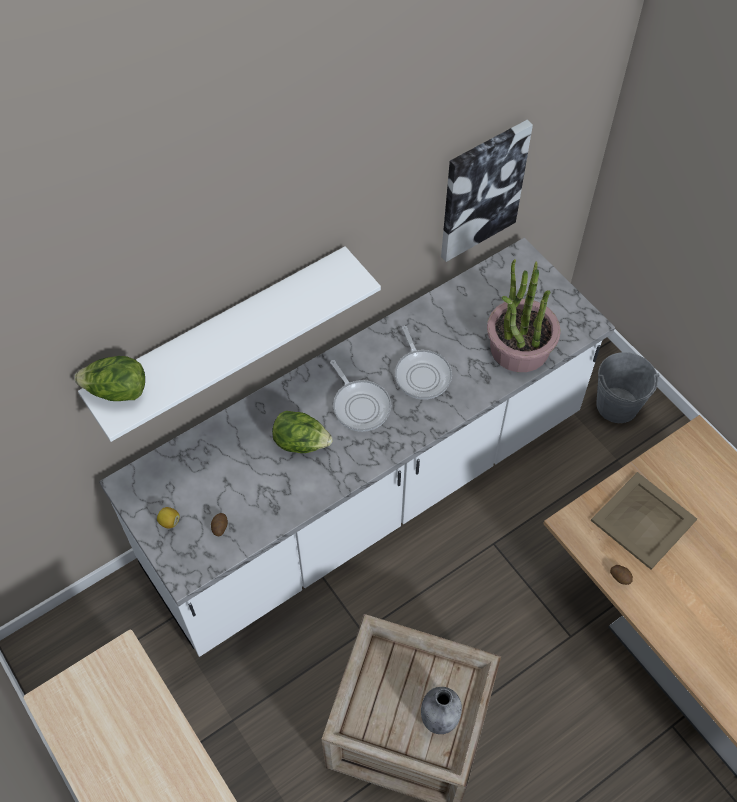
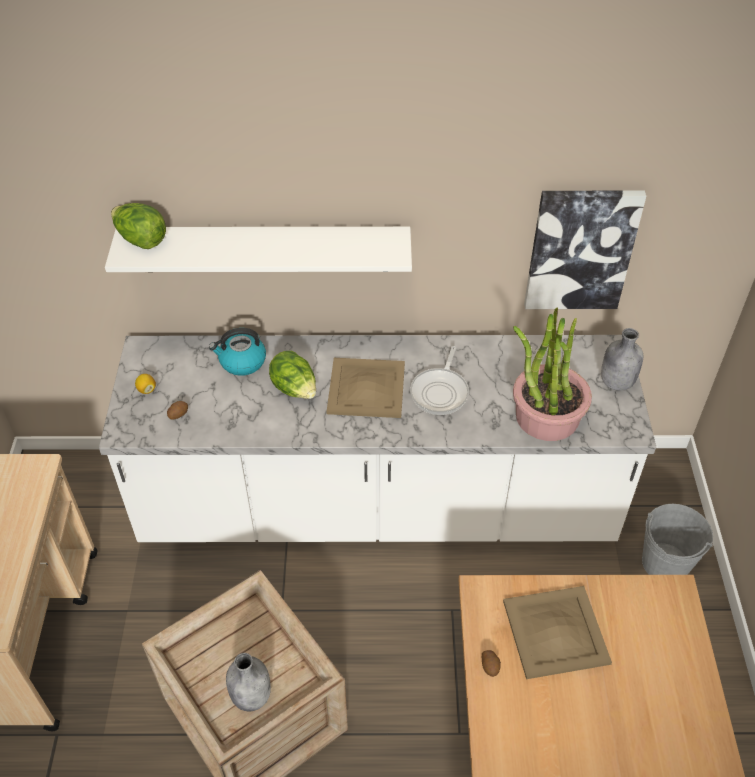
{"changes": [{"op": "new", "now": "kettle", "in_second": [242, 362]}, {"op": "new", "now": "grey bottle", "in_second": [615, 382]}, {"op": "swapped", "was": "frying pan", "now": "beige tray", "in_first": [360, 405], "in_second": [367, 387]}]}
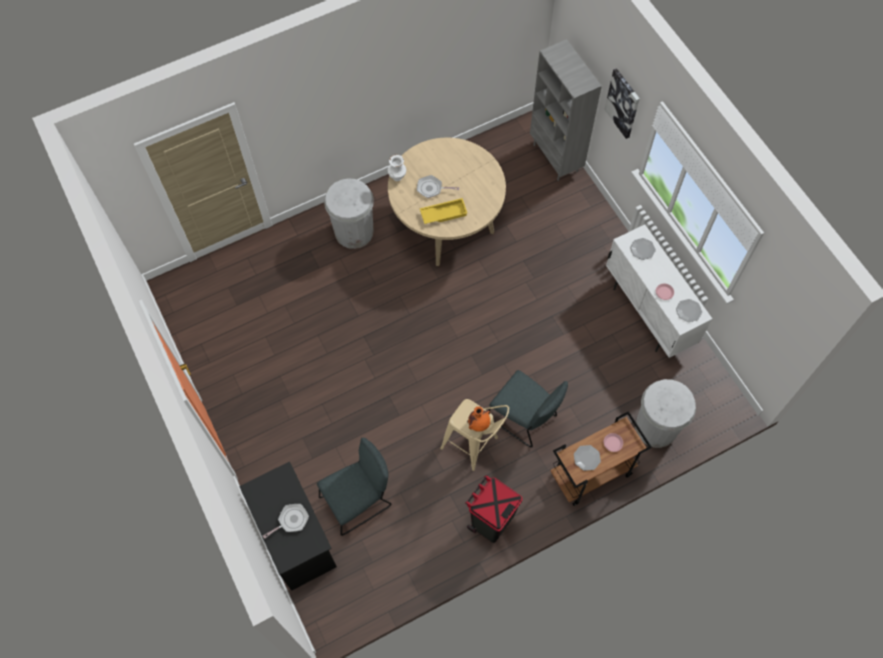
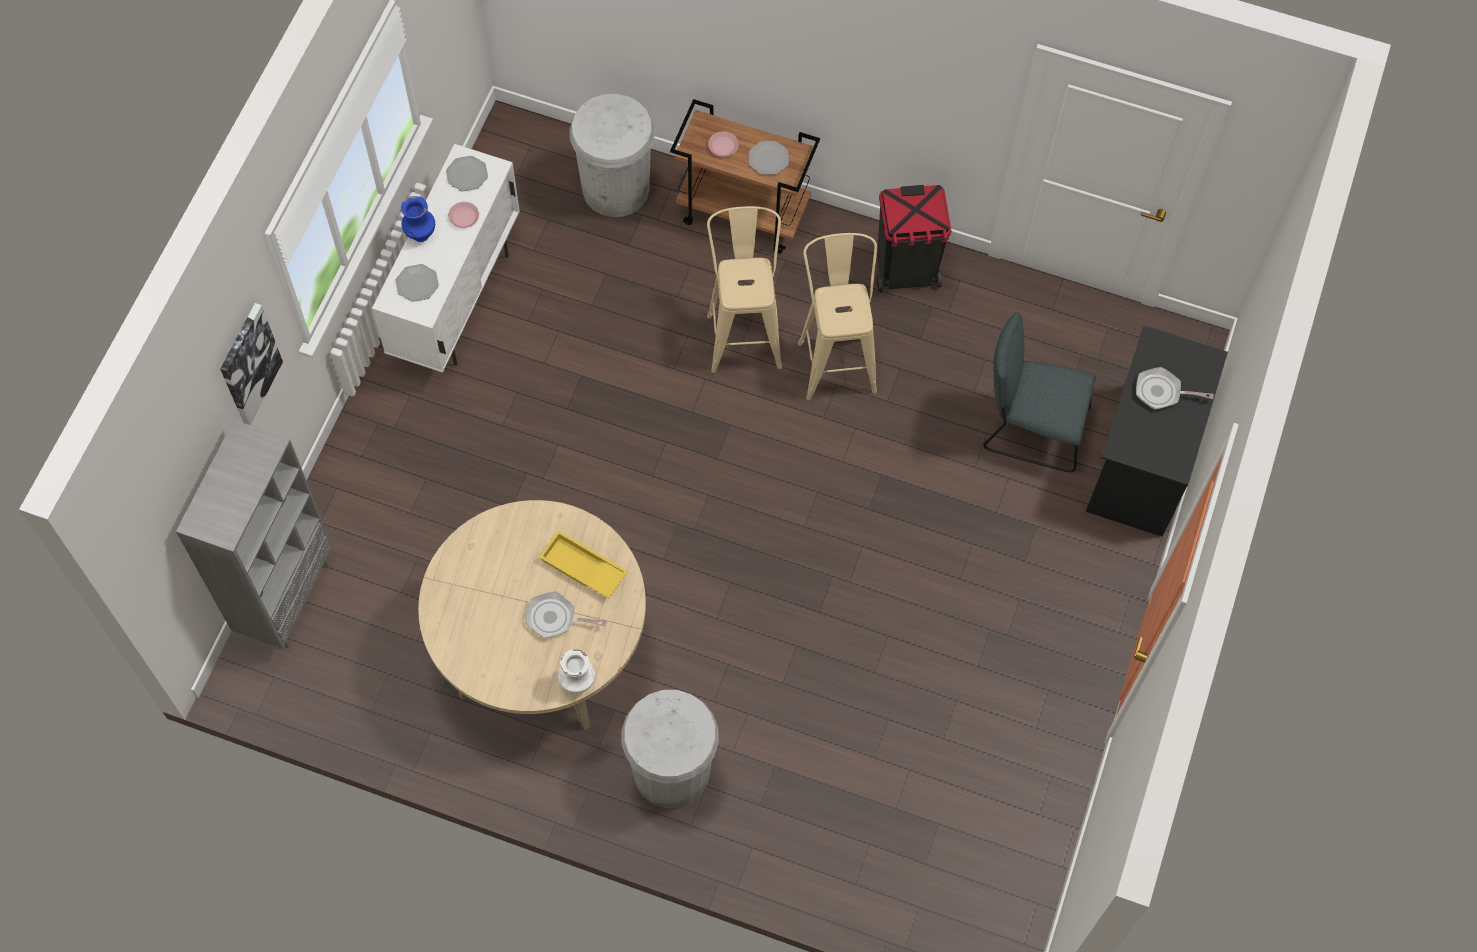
{"changes": [{"op": "gone", "was": "orange vase", "in_first": [479, 423]}, {"op": "new", "now": "blue vase", "in_second": [420, 235]}, {"op": "swapped", "was": "grey chair", "now": "beige stool", "in_first": [524, 418], "in_second": [744, 333]}, {"op": "rotated", "was": "frying pan", "in_first": [432, 188], "in_second": [555, 618], "clockwise": 135}]}
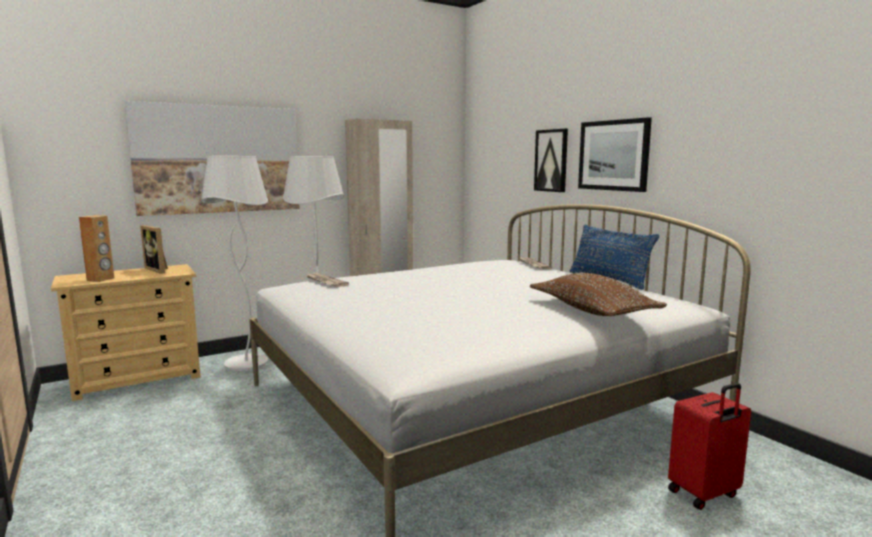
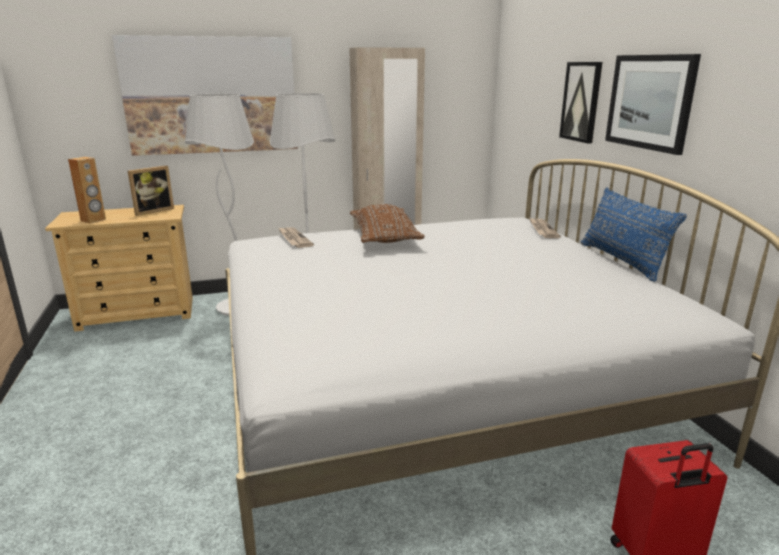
{"changes": [{"op": "shifted", "was": "brown pillow", "in_first": [592, 311], "in_second": [384, 237]}, {"op": "rotated", "was": "picture frame", "in_first": [159, 270], "in_second": [152, 211], "clockwise": -105}]}
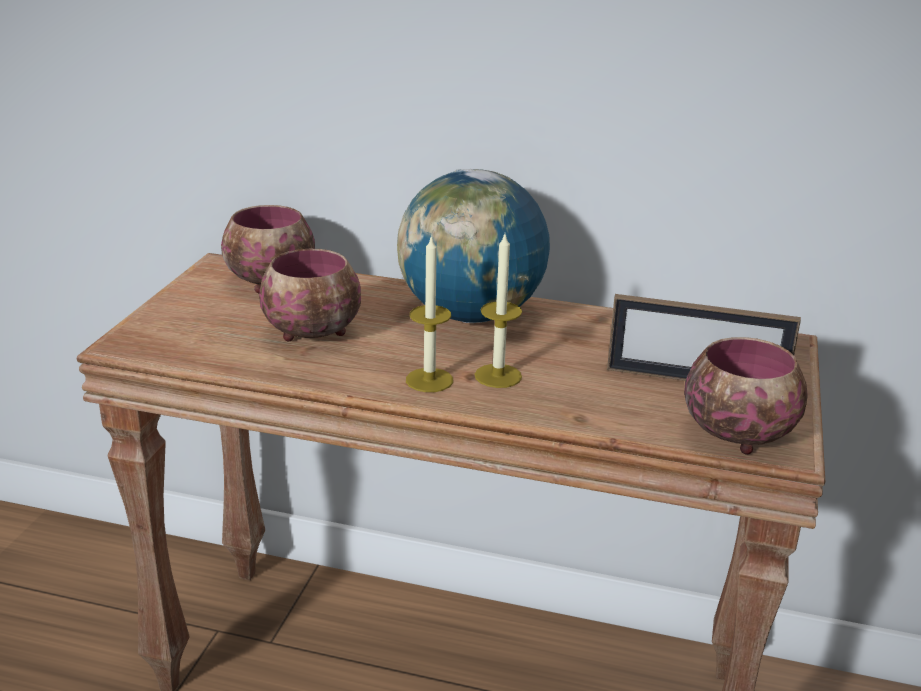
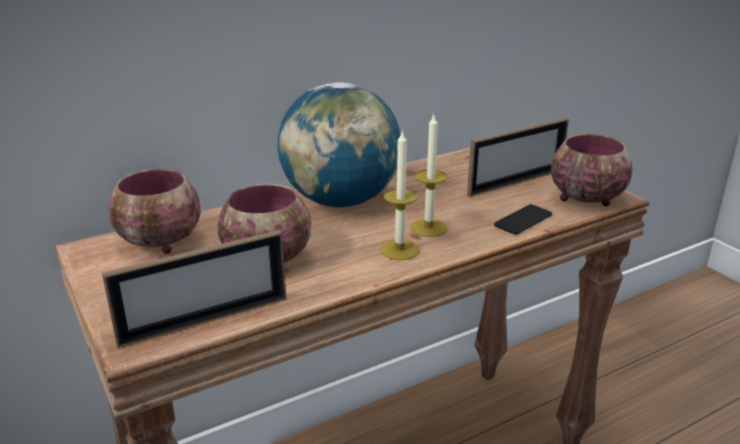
{"changes": [{"op": "new", "now": "picture frame", "in_second": [205, 320]}, {"op": "new", "now": "phone", "in_second": [523, 220]}]}
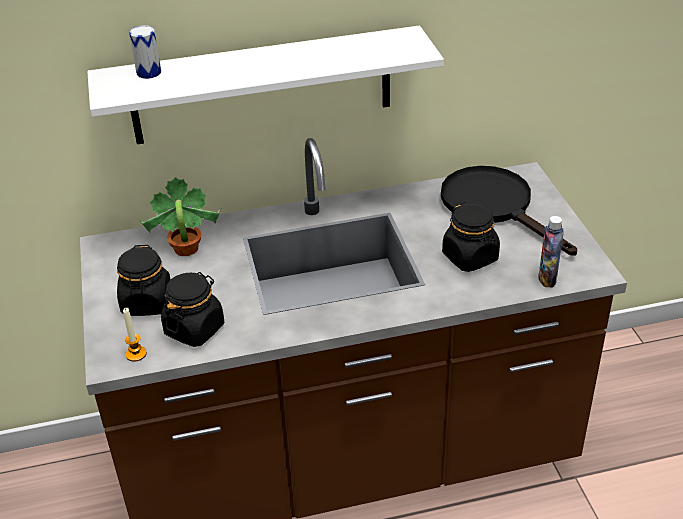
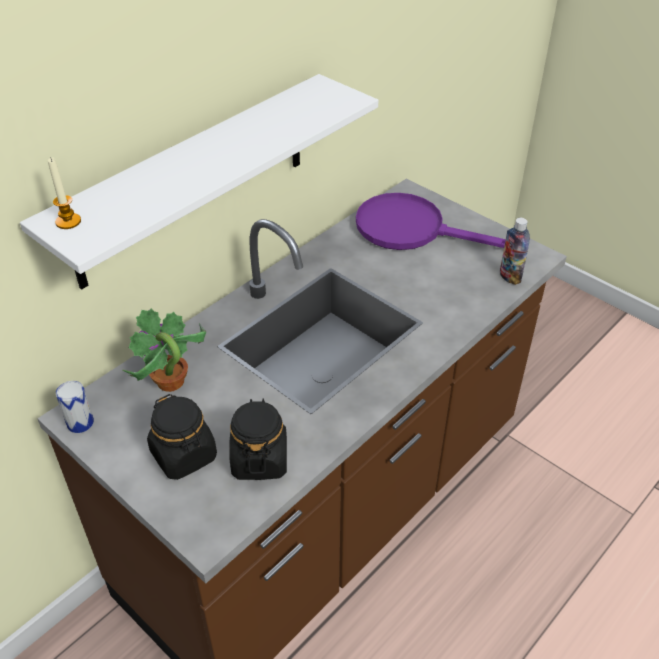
{"changes": [{"op": "gone", "was": "black jar", "in_first": [470, 257]}, {"op": "shifted", "was": "candle", "in_first": [136, 354], "in_second": [68, 221]}, {"op": "shifted", "was": "can", "in_first": [149, 73], "in_second": [80, 423]}, {"op": "repainted", "was": "black frying pan", "now": "purple frying pan", "in_first": [495, 206], "in_second": [412, 229]}]}
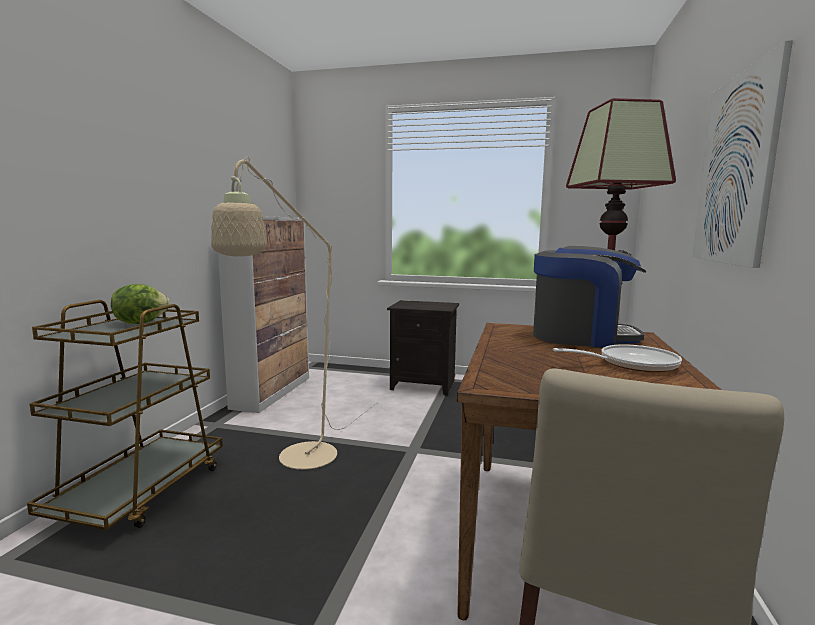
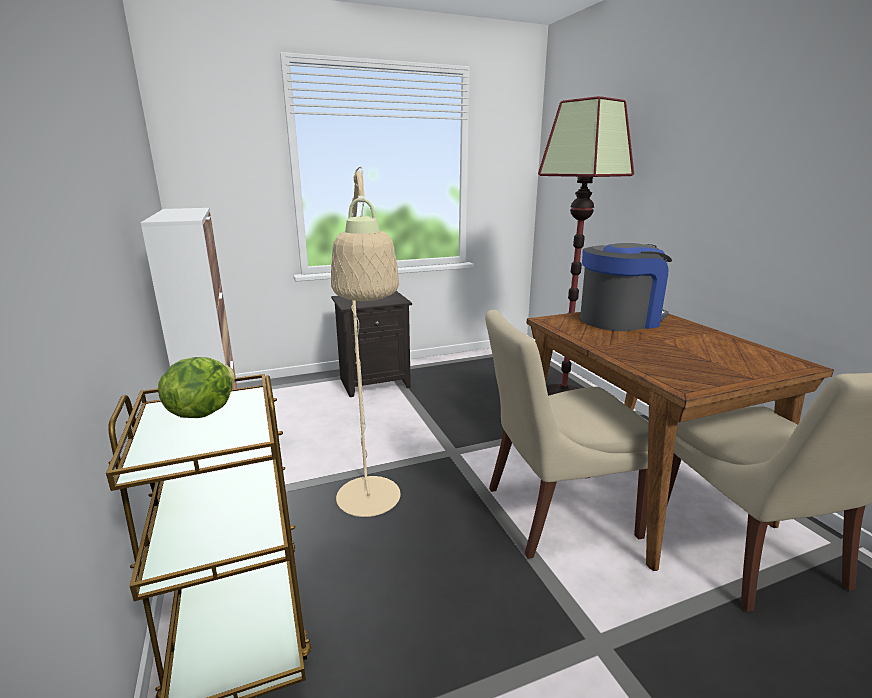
{"changes": [{"op": "gone", "was": "frying pan", "in_first": [631, 364]}, {"op": "gone", "was": "picture", "in_first": [735, 169]}, {"op": "new", "now": "beige chair", "in_second": [555, 512]}]}
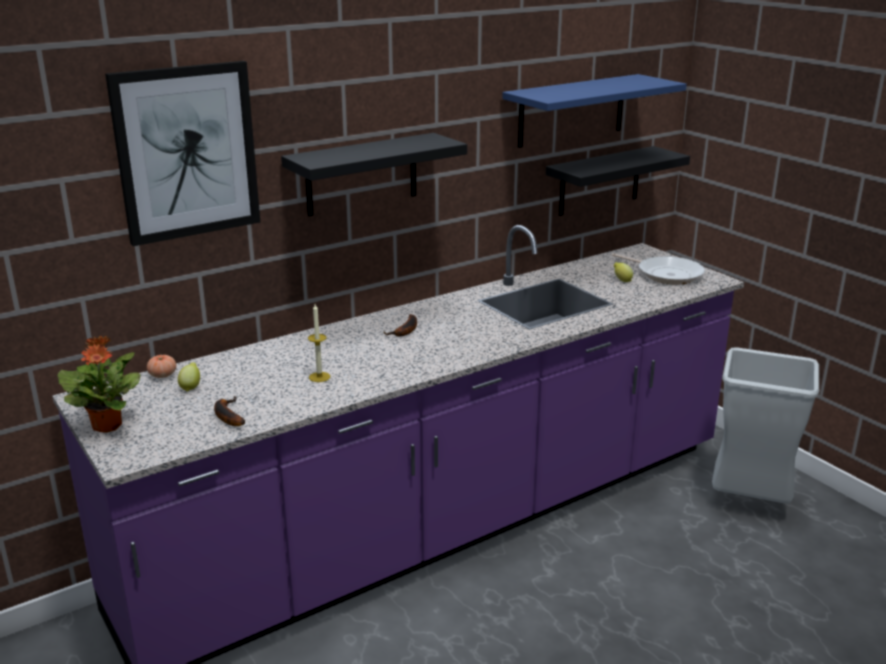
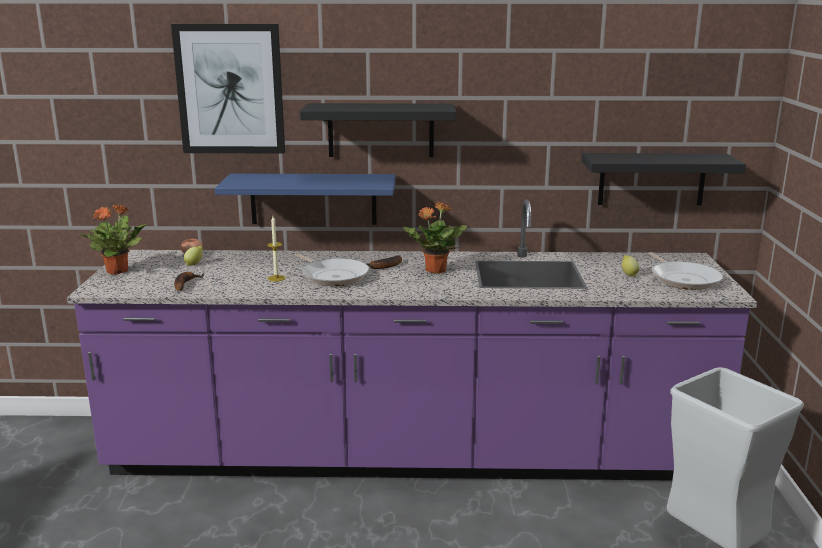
{"changes": [{"op": "new", "now": "frying pan", "in_second": [333, 276]}, {"op": "new", "now": "potted plant", "in_second": [435, 270]}, {"op": "shifted", "was": "blue shelf", "in_first": [572, 110], "in_second": [313, 199]}]}
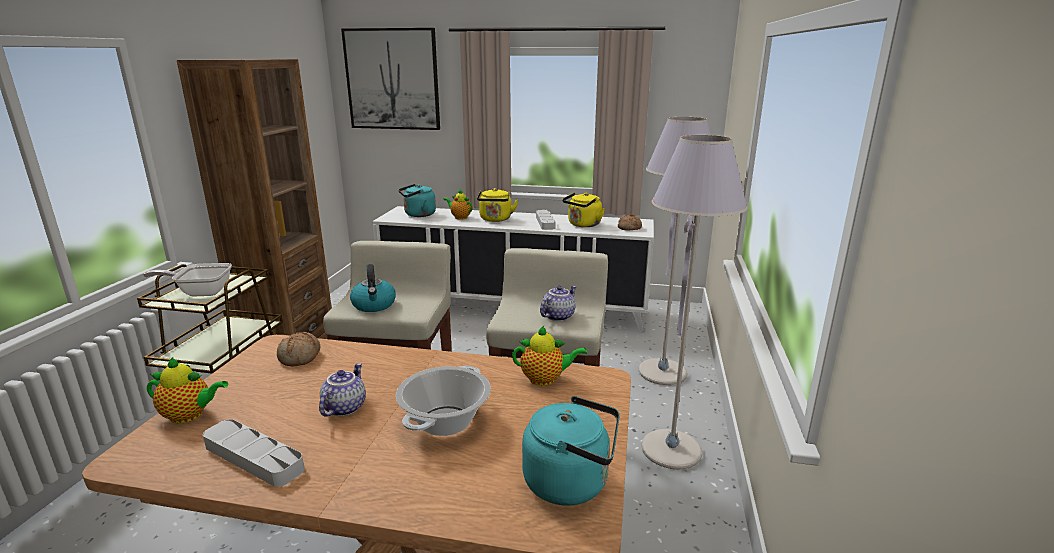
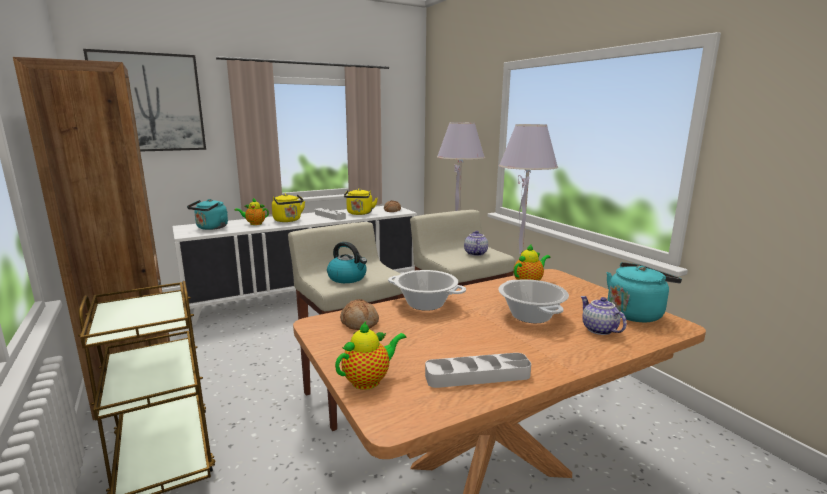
{"changes": [{"op": "gone", "was": "frying pan", "in_first": [201, 292]}, {"op": "new", "now": "cooking pot", "in_second": [425, 303]}, {"op": "shifted", "was": "teapot", "in_first": [344, 407], "in_second": [598, 330]}]}
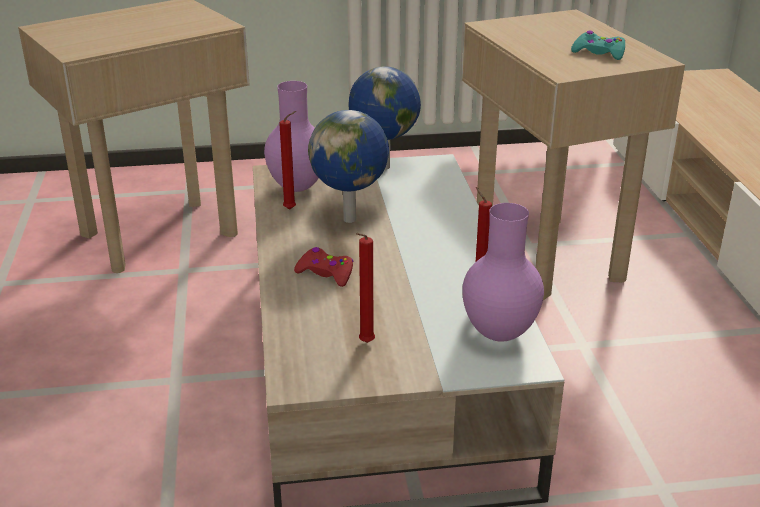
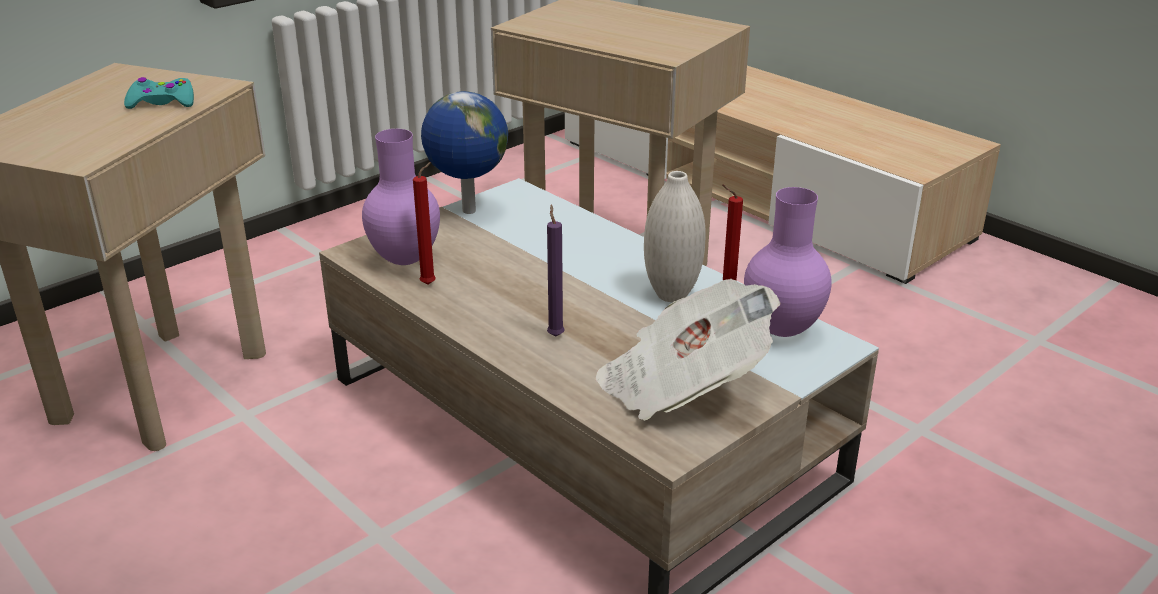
{"changes": [{"op": "gone", "was": "globe", "in_first": [351, 219]}, {"op": "new", "now": "white vase", "in_second": [671, 295]}, {"op": "shifted", "was": "turquoise game controller", "in_first": [599, 53], "in_second": [162, 103]}, {"op": "swapped", "was": "red game controller", "now": "purple candle", "in_first": [326, 273], "in_second": [555, 334]}, {"op": "swapped", "was": "red candle", "now": "newspaper", "in_first": [364, 343], "in_second": [682, 385]}]}
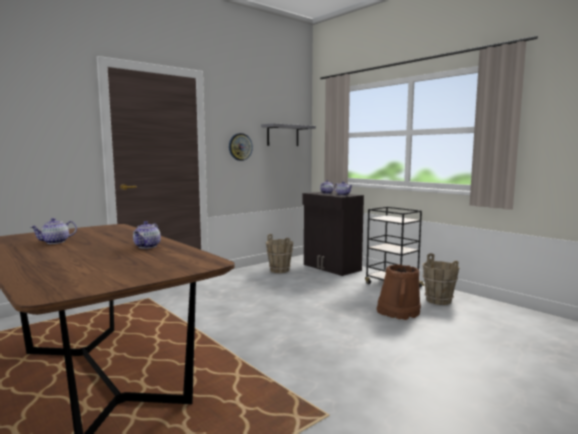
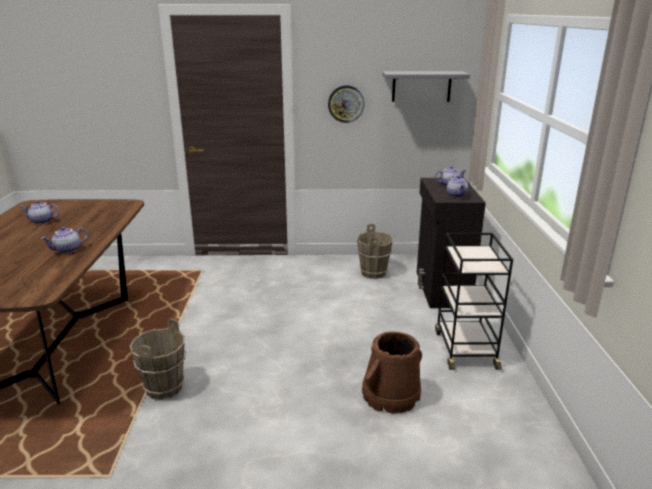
{"changes": [{"op": "shifted", "was": "brown bucket", "in_first": [438, 300], "in_second": [163, 388]}]}
